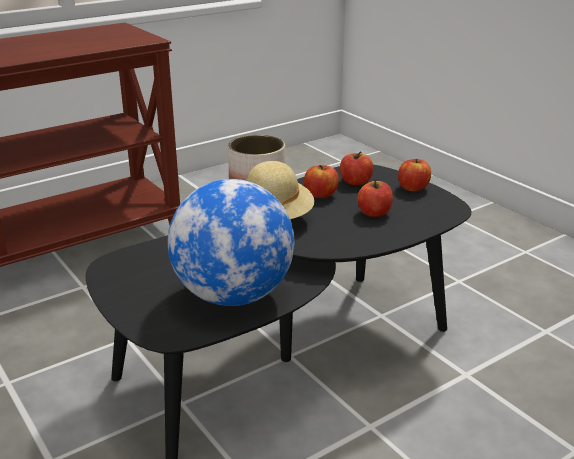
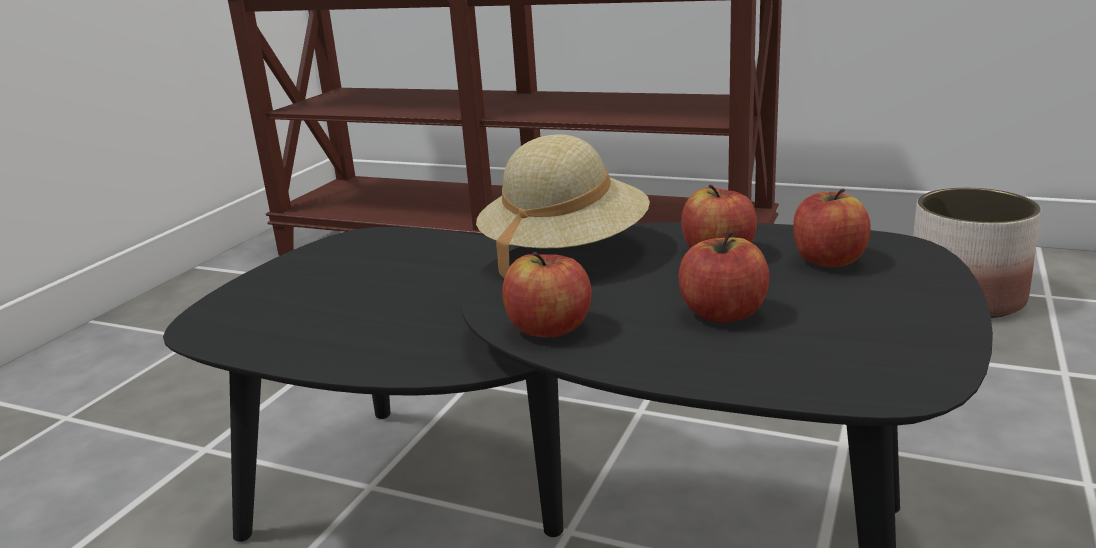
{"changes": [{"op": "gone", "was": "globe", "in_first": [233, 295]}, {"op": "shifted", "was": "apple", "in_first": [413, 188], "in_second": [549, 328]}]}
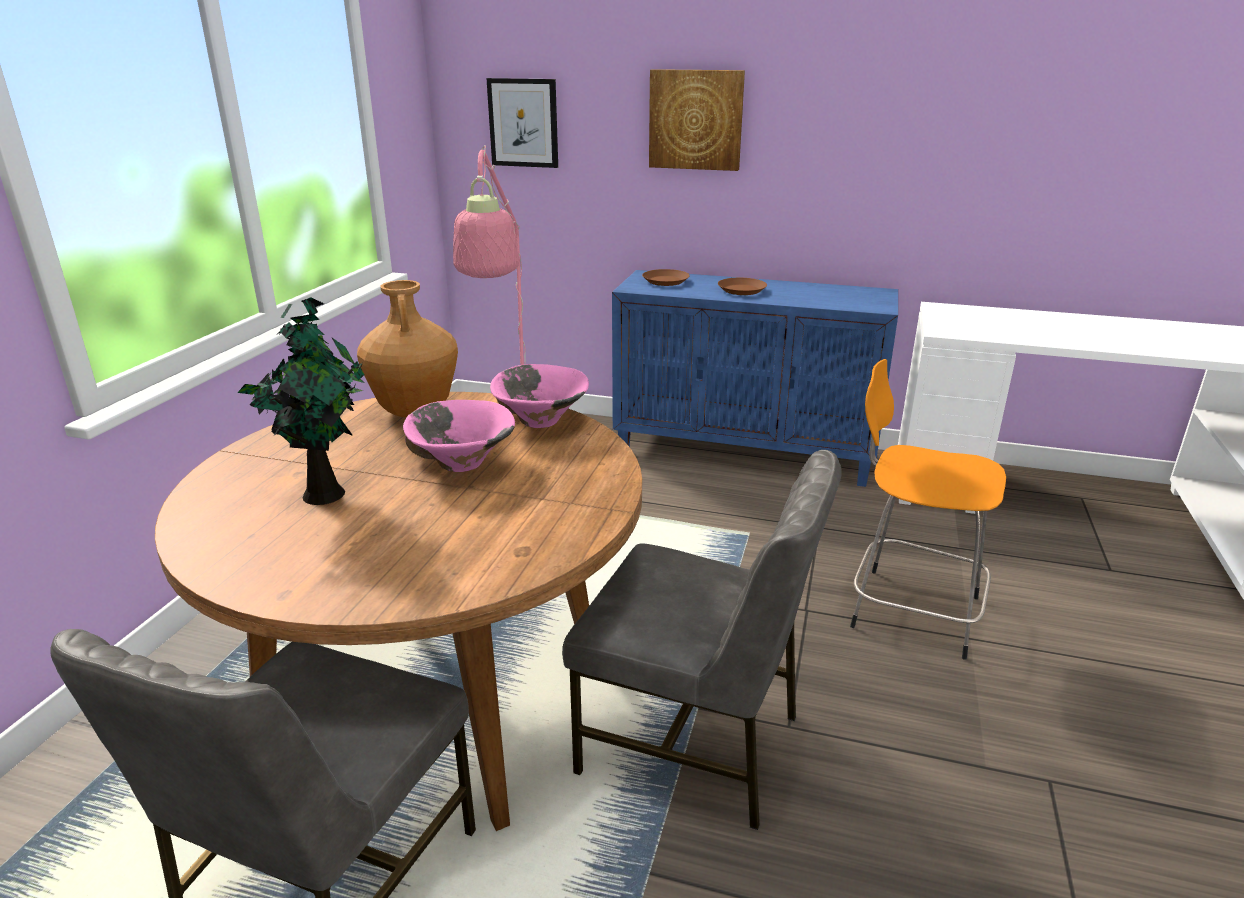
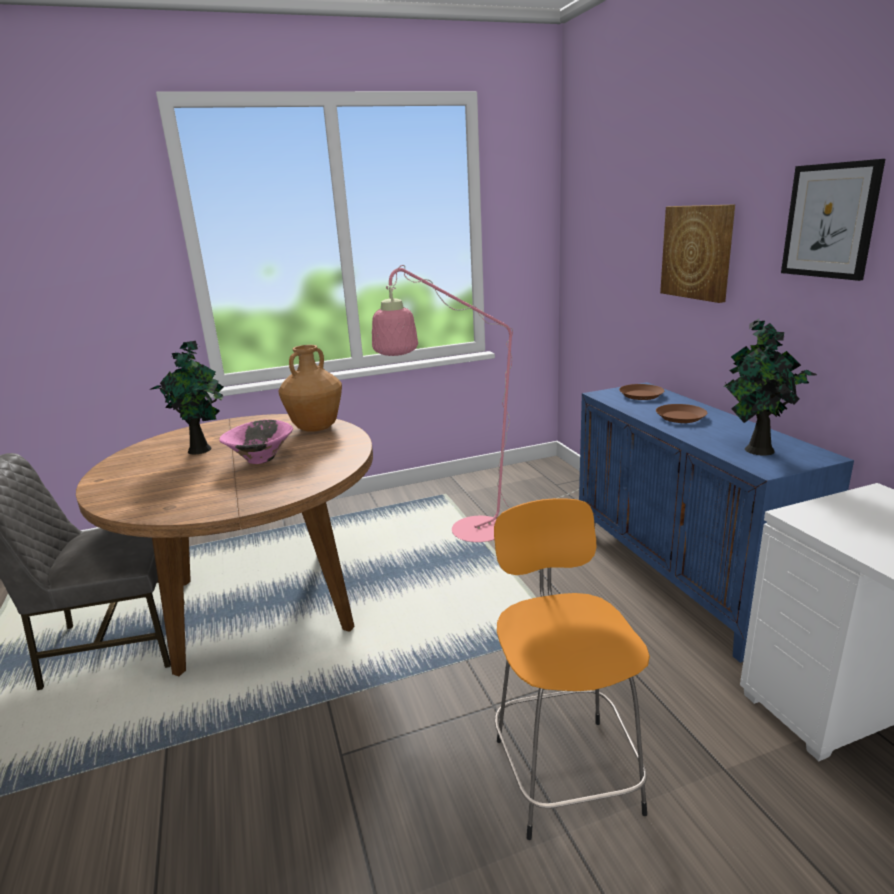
{"changes": [{"op": "gone", "was": "pink bowl", "in_first": [540, 422]}, {"op": "gone", "was": "grey chair", "in_first": [694, 743]}, {"op": "new", "now": "potted plant", "in_second": [756, 450]}, {"op": "shifted", "was": "picture", "in_first": [523, 123], "in_second": [830, 221]}]}
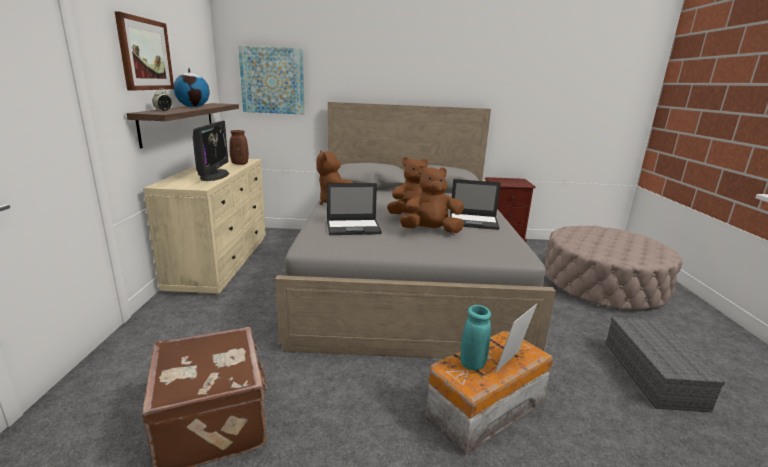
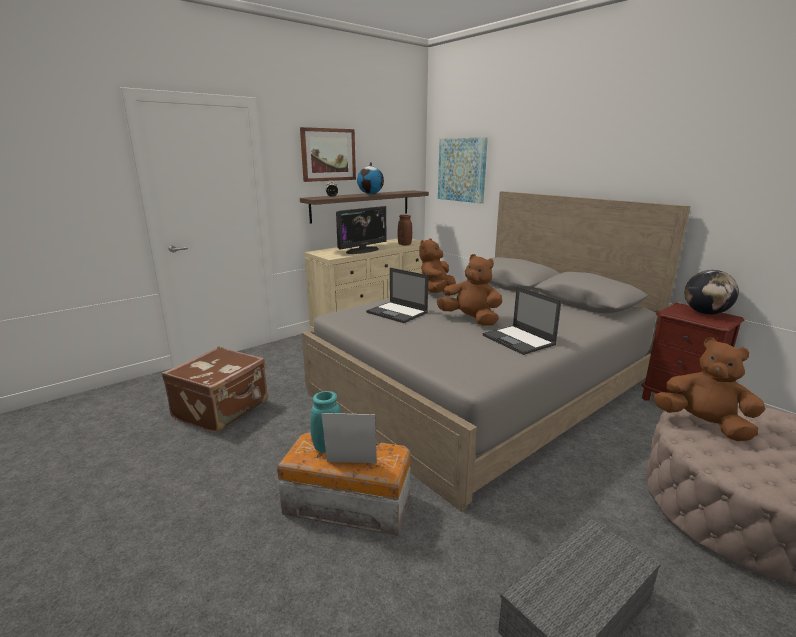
{"changes": [{"op": "new", "now": "globe", "in_second": [705, 313]}, {"op": "shifted", "was": "brown plush toy", "in_first": [430, 231], "in_second": [703, 425]}]}
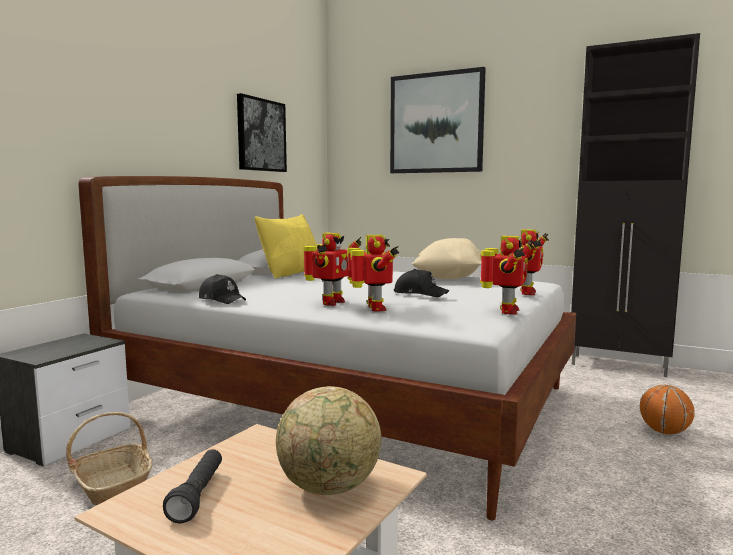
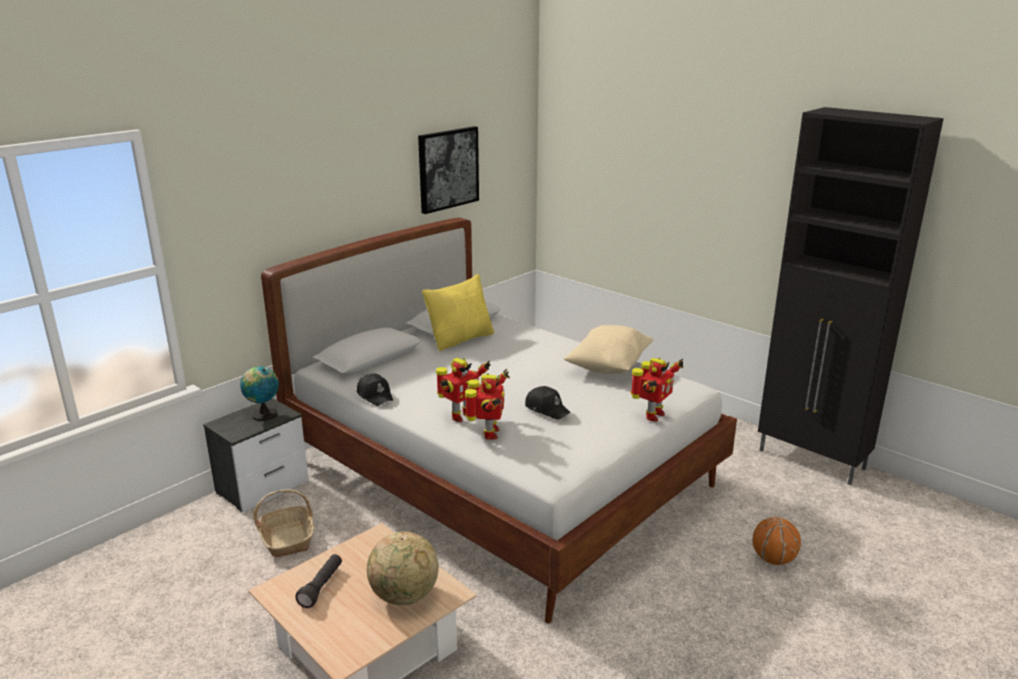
{"changes": [{"op": "gone", "was": "picture", "in_first": [436, 123]}, {"op": "gone", "was": "toy robot", "in_first": [506, 311]}, {"op": "new", "now": "globe", "in_second": [263, 414]}]}
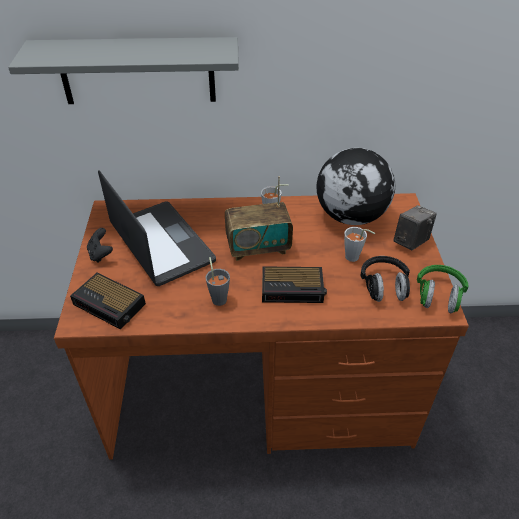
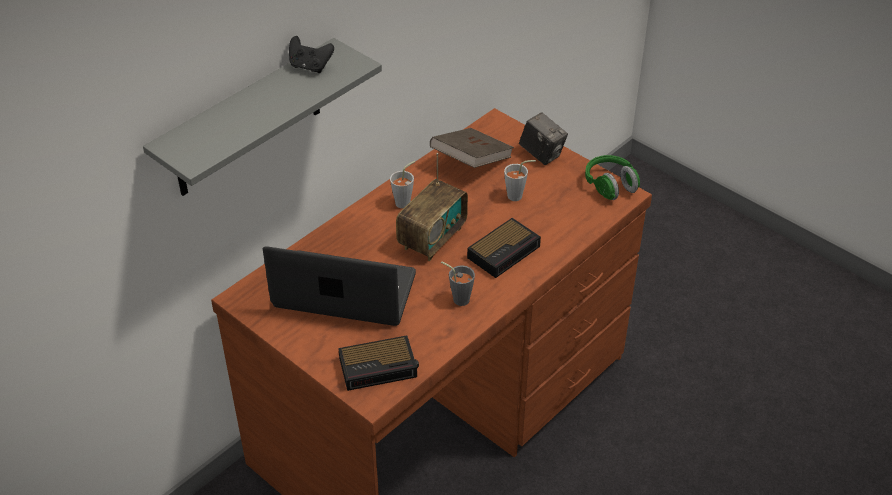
{"changes": [{"op": "gone", "was": "black headphones", "in_first": [383, 287]}, {"op": "shifted", "was": "black game controller", "in_first": [101, 254], "in_second": [310, 67]}, {"op": "swapped", "was": "globe", "now": "brown book", "in_first": [351, 216], "in_second": [471, 161]}, {"op": "rotated", "was": "photo camera", "in_first": [411, 241], "in_second": [542, 154], "clockwise": 135}]}
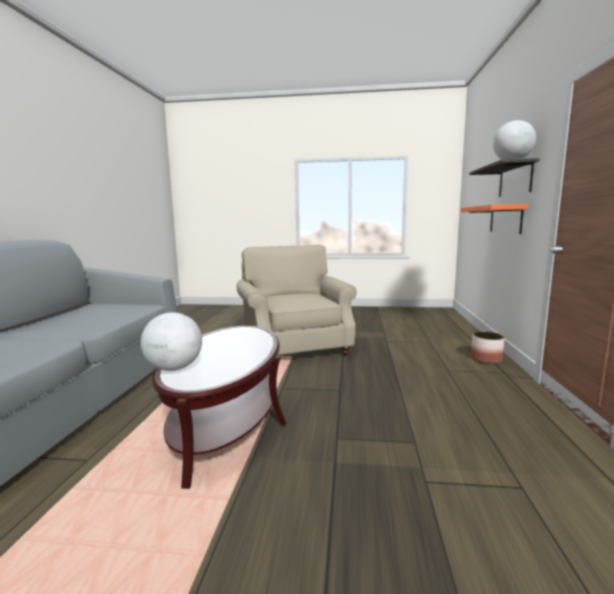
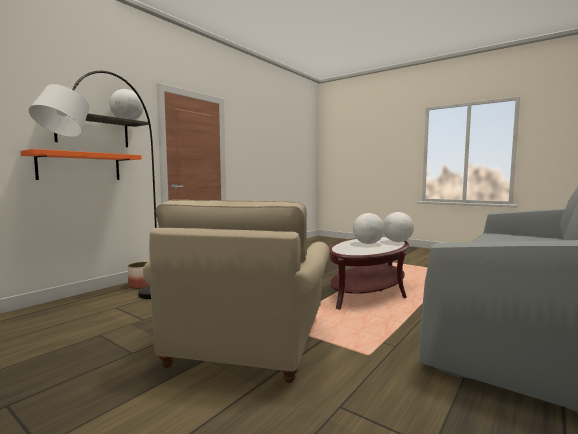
{"changes": [{"op": "new", "now": "grey floor lamp", "in_second": [117, 314]}, {"op": "new", "now": "globe", "in_second": [368, 243]}]}
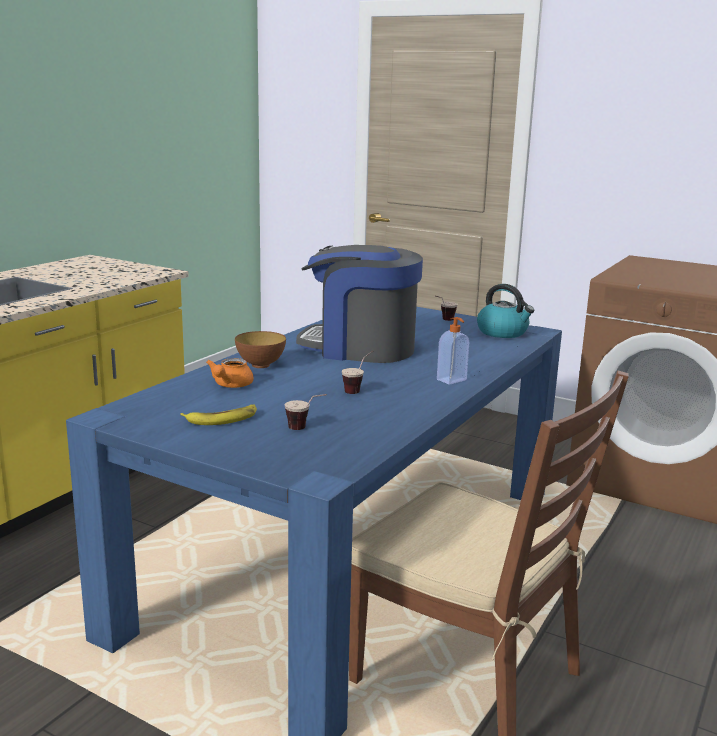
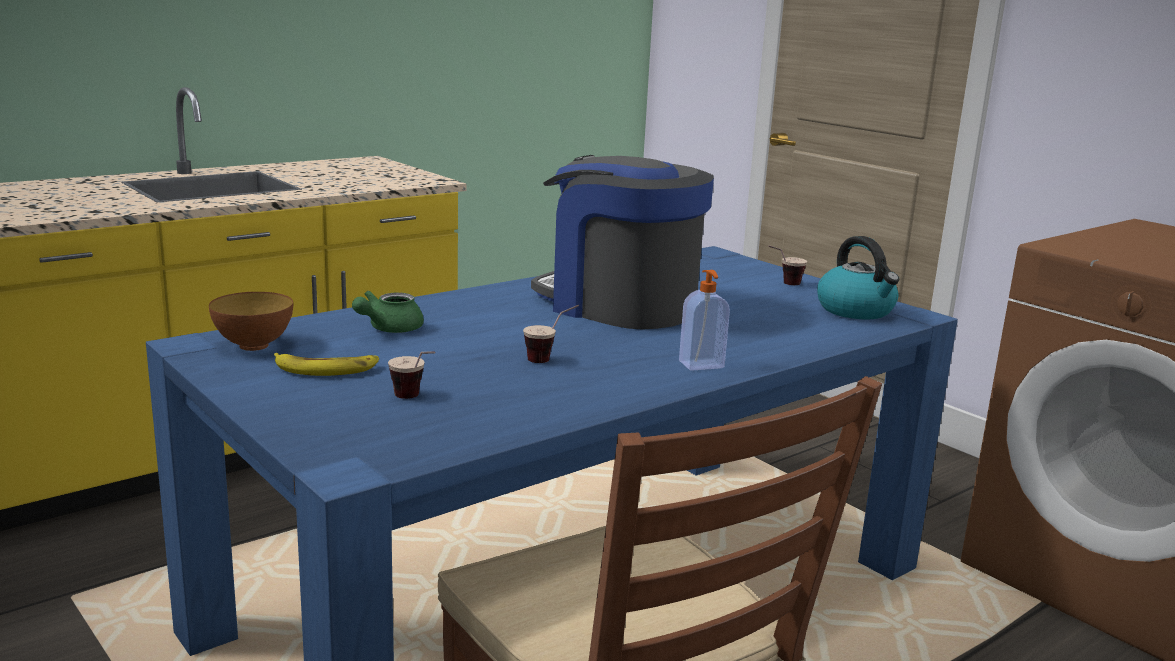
{"changes": [{"op": "shifted", "was": "bowl", "in_first": [260, 365], "in_second": [254, 346]}, {"op": "repainted", "was": "orange teapot", "now": "green teapot", "in_first": [230, 385], "in_second": [388, 329]}]}
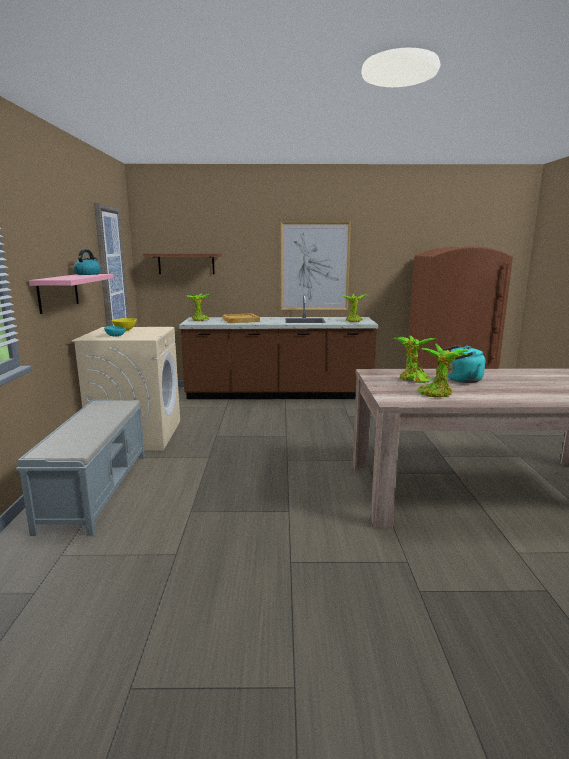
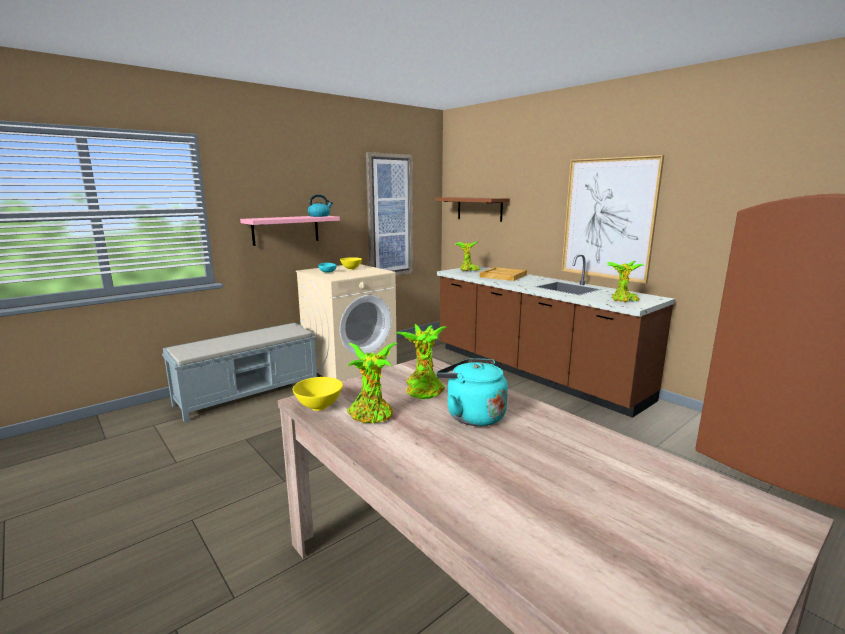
{"changes": [{"op": "new", "now": "yellow bowl", "in_second": [318, 407]}]}
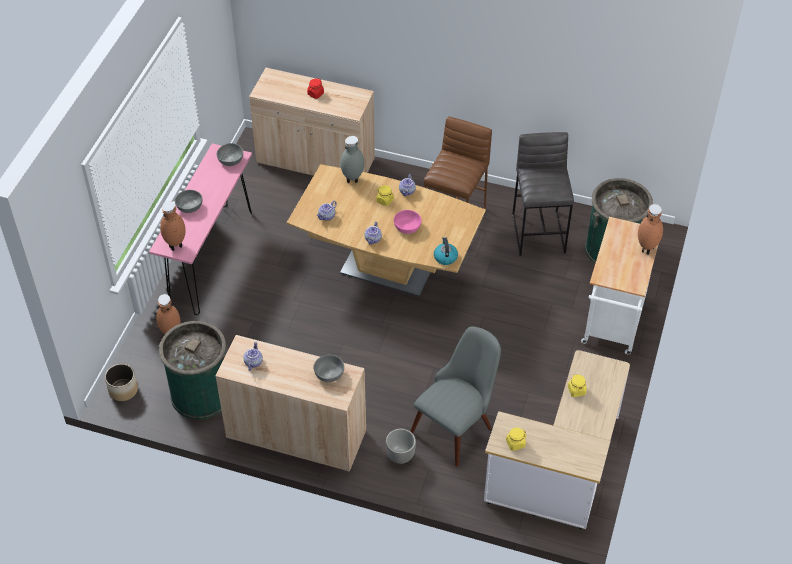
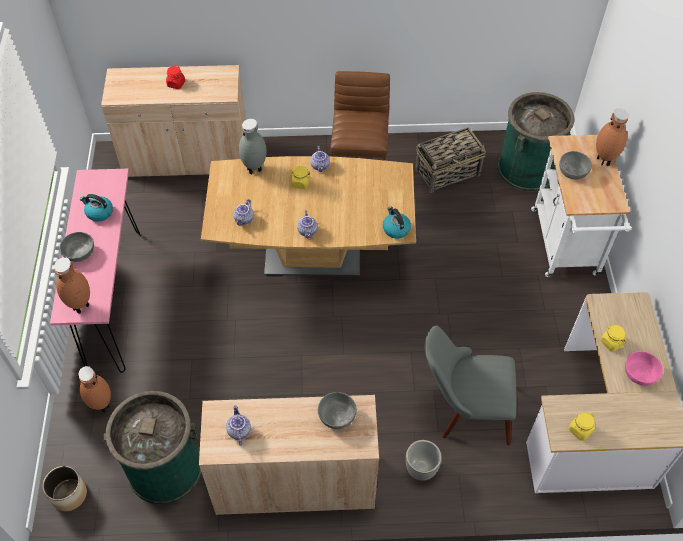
{"changes": [{"op": "new", "now": "kettle", "in_second": [99, 212]}, {"op": "shifted", "was": "grey bowl", "in_first": [230, 160], "in_second": [573, 171]}, {"op": "shifted", "was": "pink bowl", "in_first": [407, 227], "in_second": [640, 373]}, {"op": "swapped", "was": "grey stool", "now": "basket", "in_first": [539, 232], "in_second": [448, 172]}, {"op": "rotated", "was": "grey chair", "in_first": [457, 424], "in_second": [464, 409], "clockwise": -105}]}
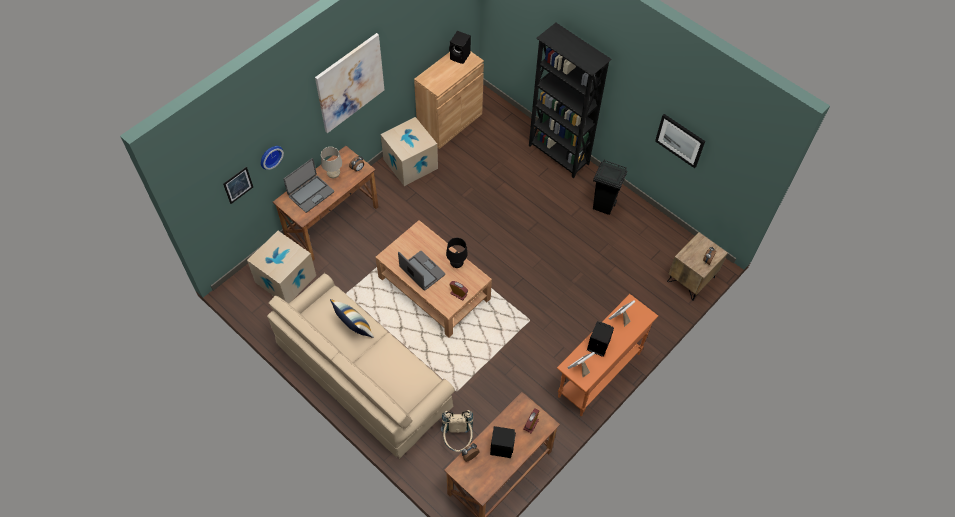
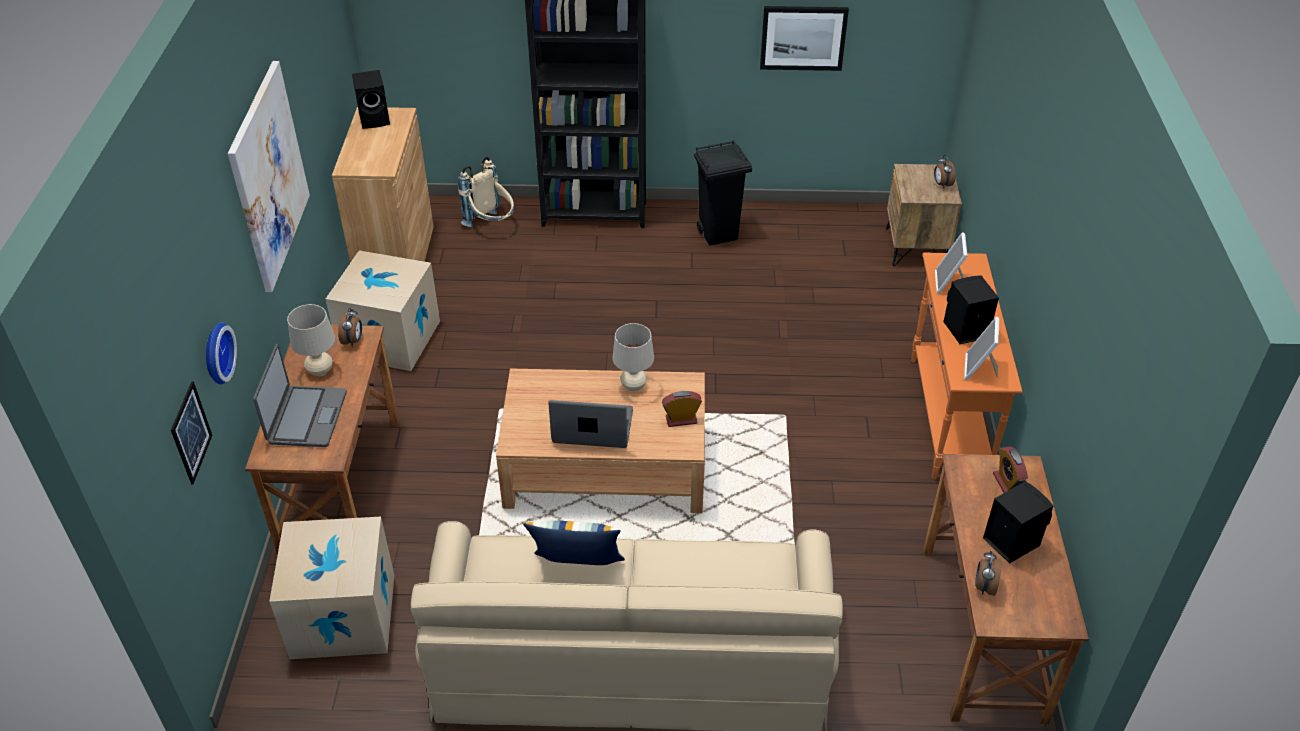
{"changes": [{"op": "shifted", "was": "beige backpack", "in_first": [457, 439], "in_second": [491, 225]}, {"op": "repainted", "was": "black table lamp", "now": "beige table lamp", "in_first": [456, 264], "in_second": [633, 386]}]}
